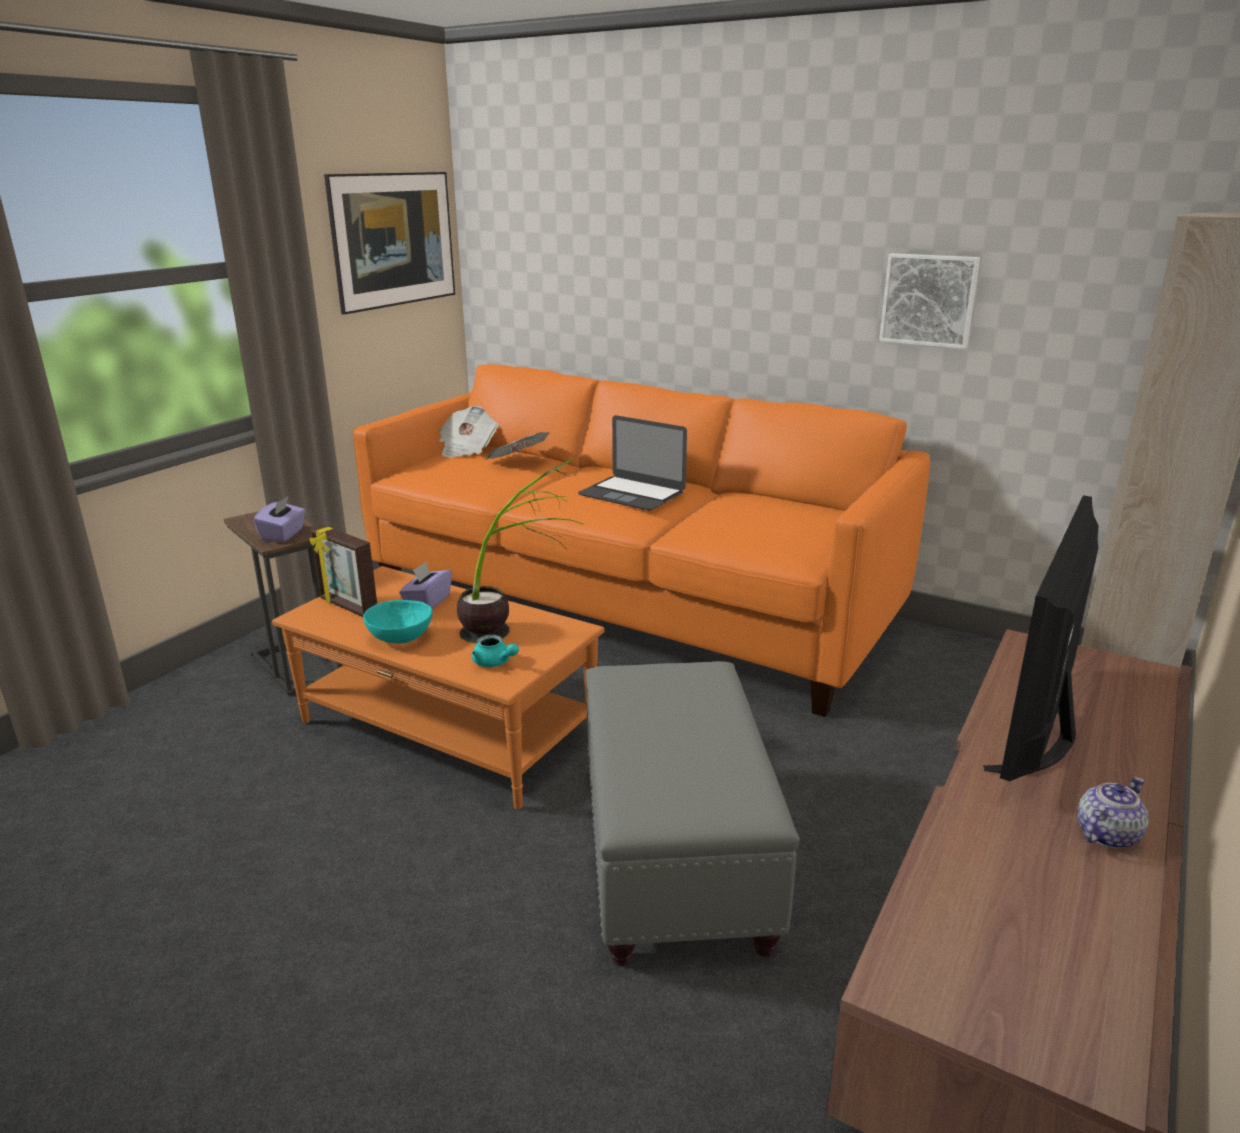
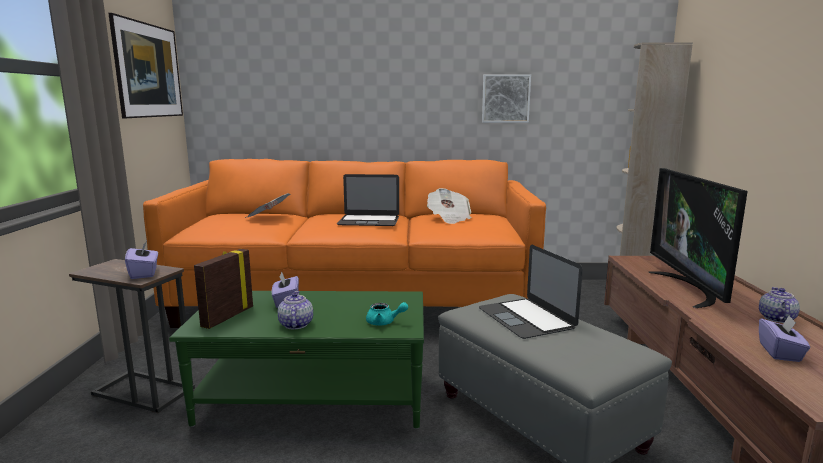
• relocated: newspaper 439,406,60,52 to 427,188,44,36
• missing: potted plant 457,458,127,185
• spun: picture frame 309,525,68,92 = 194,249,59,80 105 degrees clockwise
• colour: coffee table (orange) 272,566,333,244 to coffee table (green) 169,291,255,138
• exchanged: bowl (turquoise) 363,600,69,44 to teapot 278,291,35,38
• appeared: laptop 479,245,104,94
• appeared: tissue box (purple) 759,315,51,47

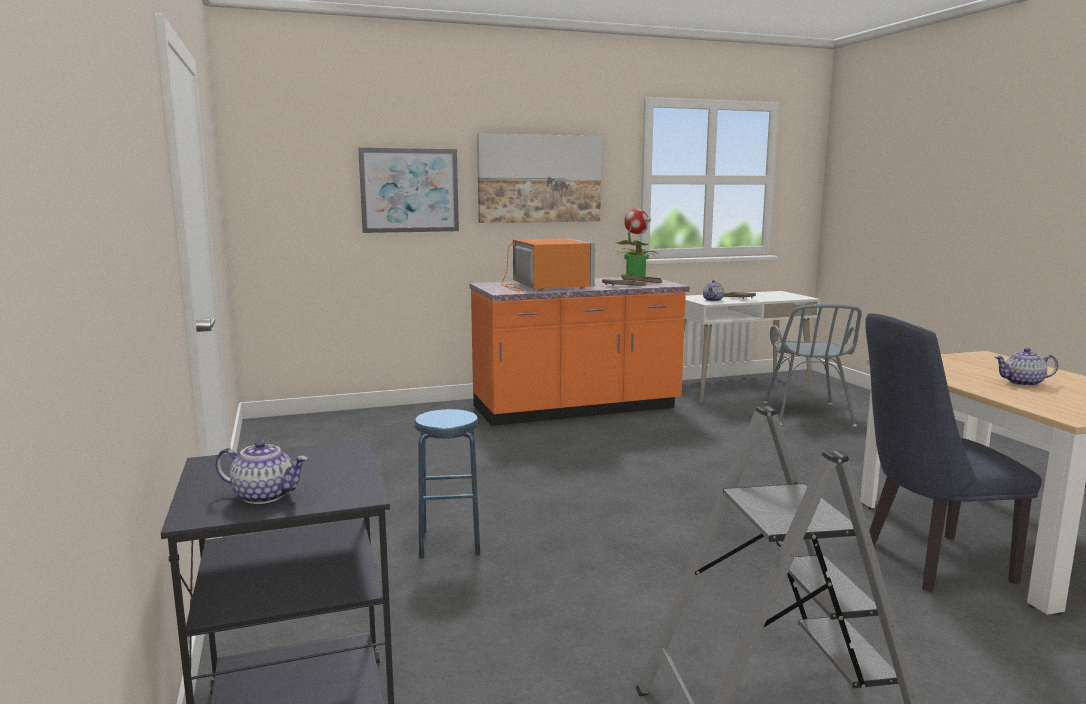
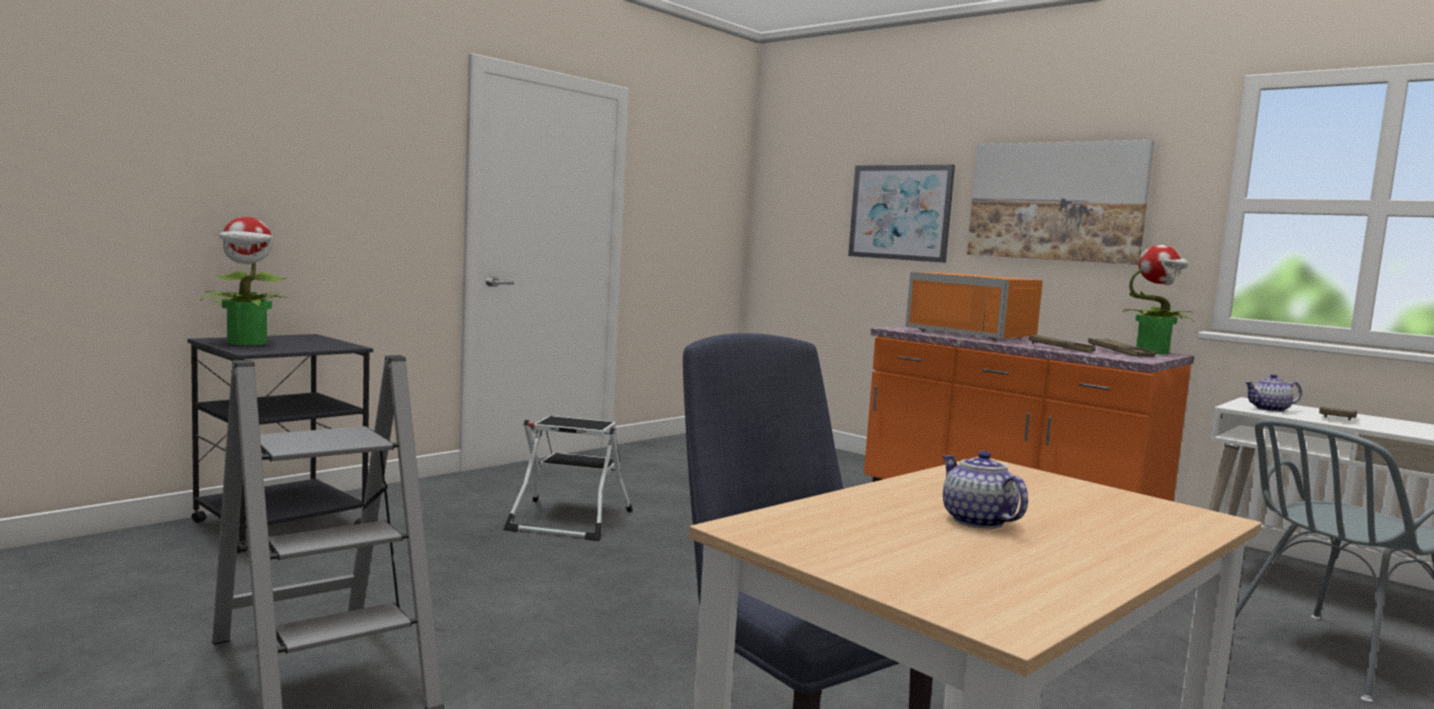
• spun: microwave (orange) 501,238,94,53 = 906,272,137,69 90 degrees clockwise
• exchanged: stool (blue) 415,409,65,150 to step ladder 503,416,130,125
• exchanged: teapot 215,440,93,64 to potted plant 200,217,88,128

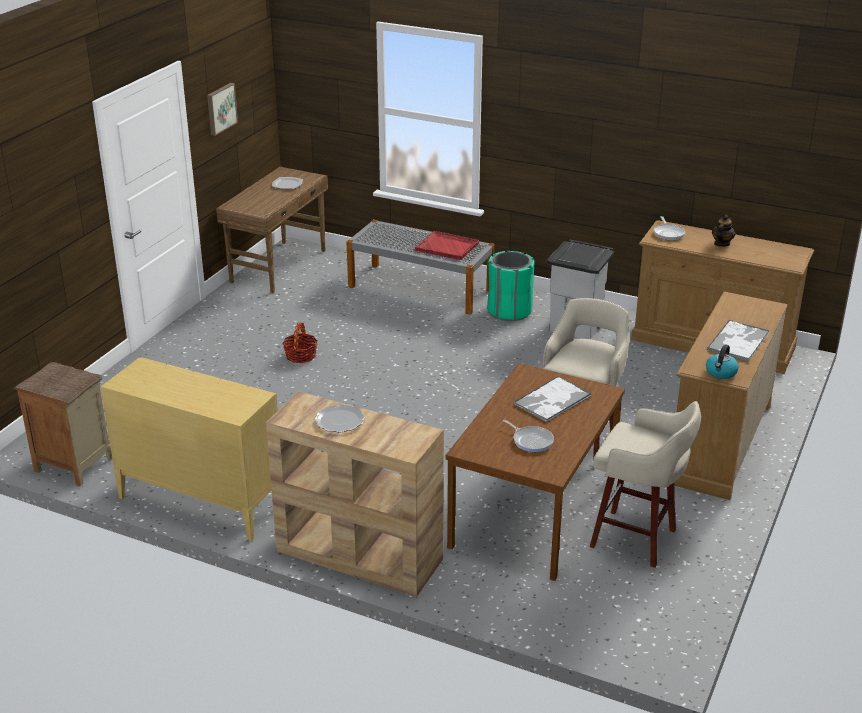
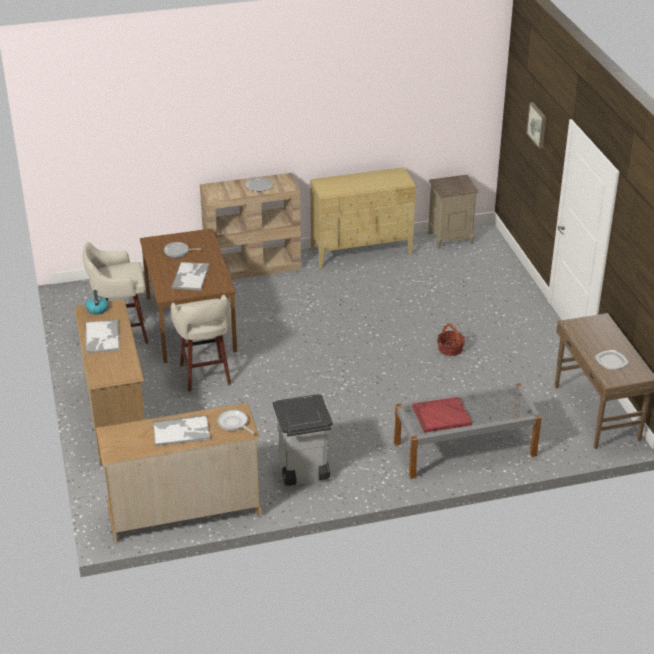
• relocated: picture 207,83,31,53 to 526,102,20,46
• exchanged: teapot 712,215,23,32 to tray 153,415,57,31
• missing: trash can (green) 487,251,48,70

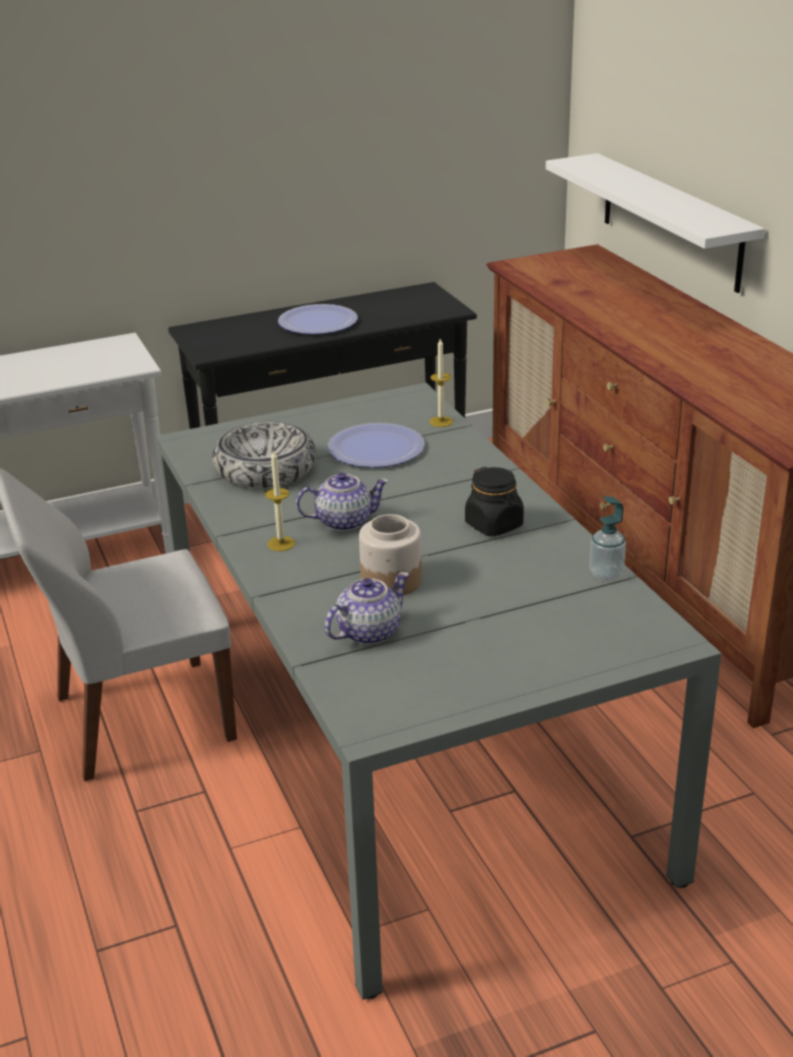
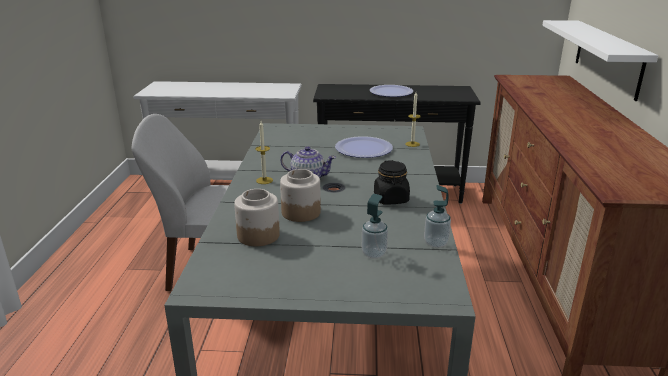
• missing: bowl 212,422,104,66
• exchanged: teapot 325,572,84,73 to jar 234,189,46,57
• appeared: soap dispenser 362,194,26,65

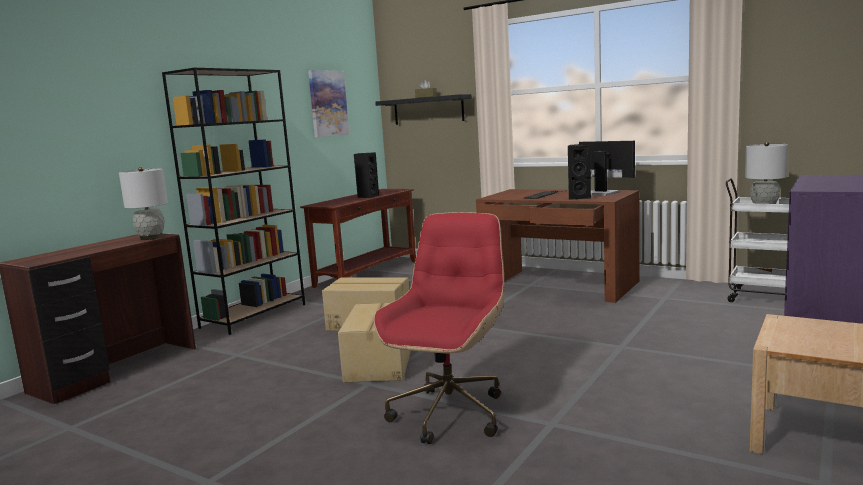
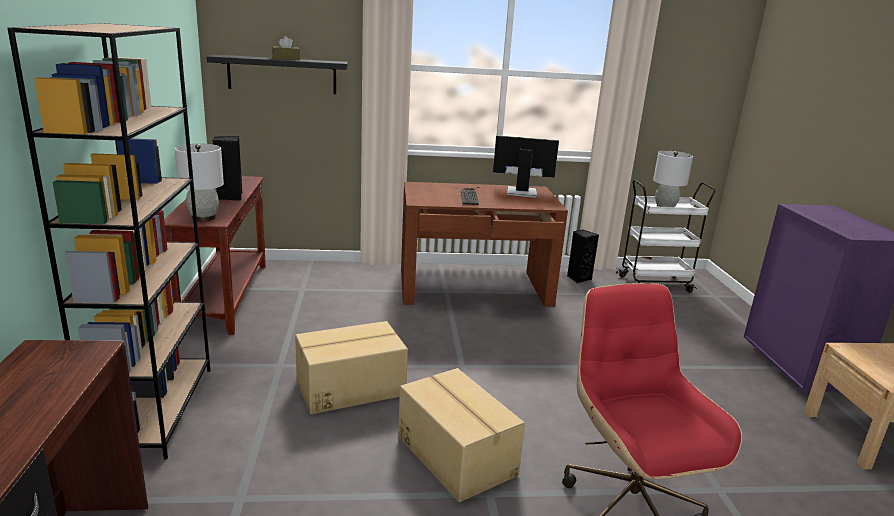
• missing: picture 308,70,41,67
• relocated: speaker (black) 568,144,23,56 to 567,230,32,53
• relocated: table lamp (white) 119,167,49,73 to 174,144,50,77

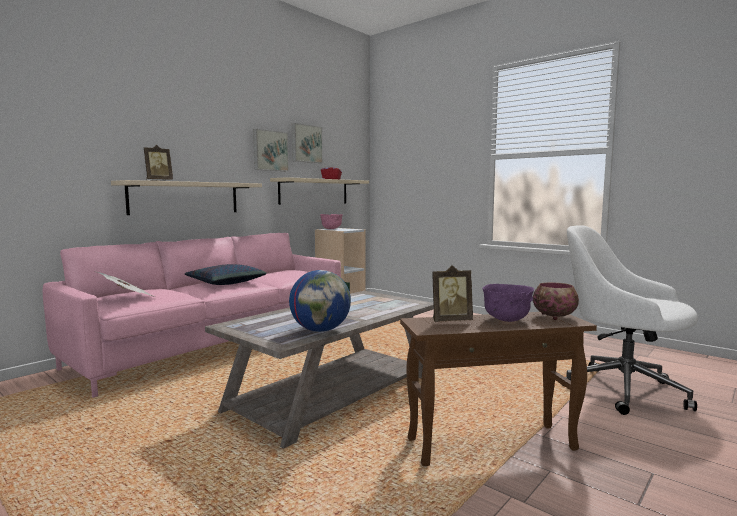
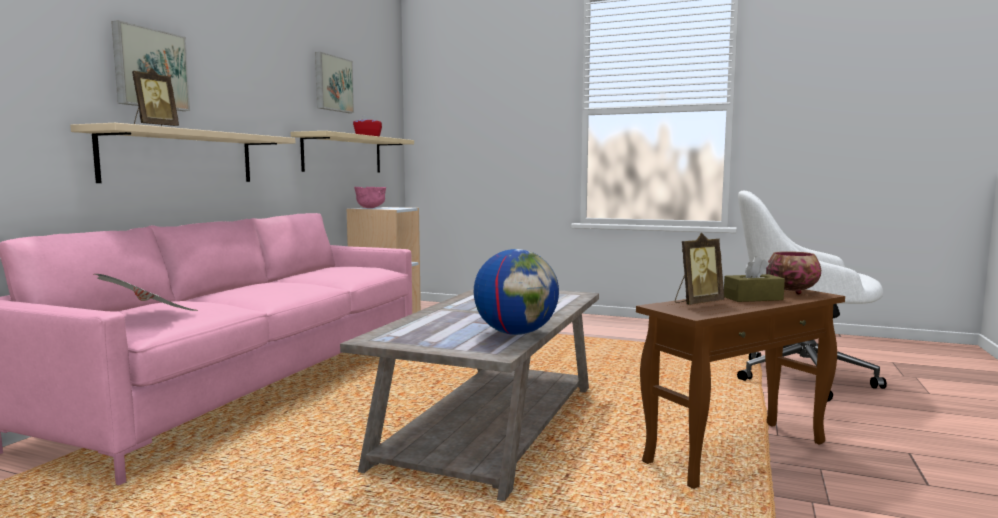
• relocated: picture 253,129,36,42 to 111,20,79,91
• missing: pillow (blue) 184,264,82,21
• exchanged: bowl (purple) 482,284,52,38 to tissue box (brown) 724,256,61,46

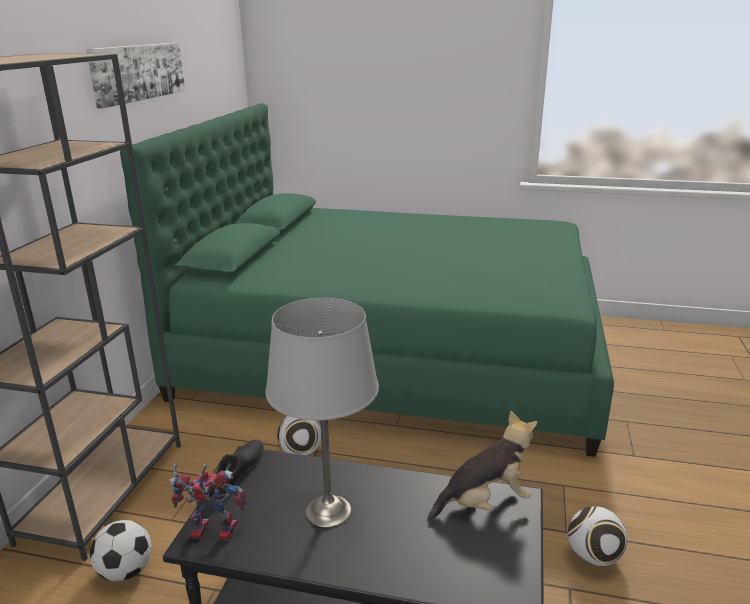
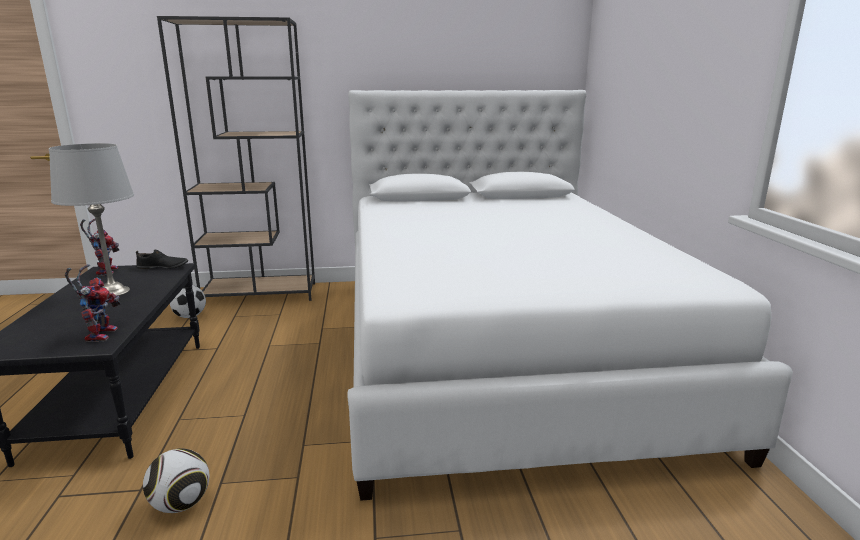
• missing: picture 86,42,99,66
• colour: bed (green) 120,103,494,354 to bed (white) 347,90,446,411
• exchanged: plush toy 427,410,111,112 to toy robot 65,264,56,78
• missing: football 277,416,44,40

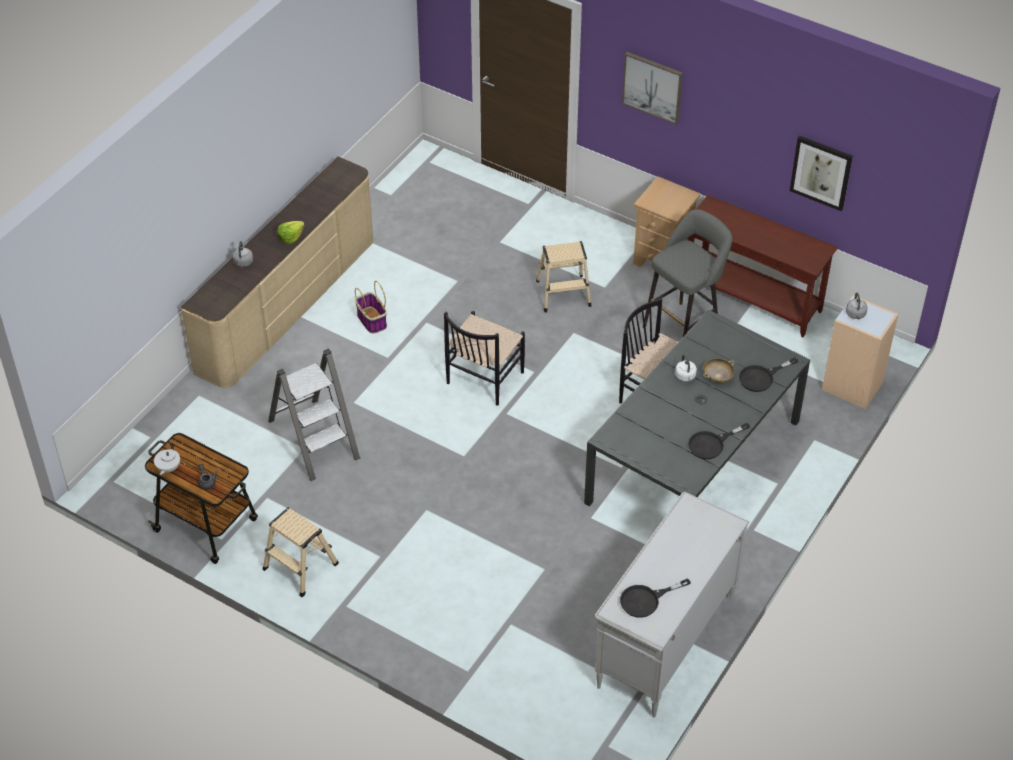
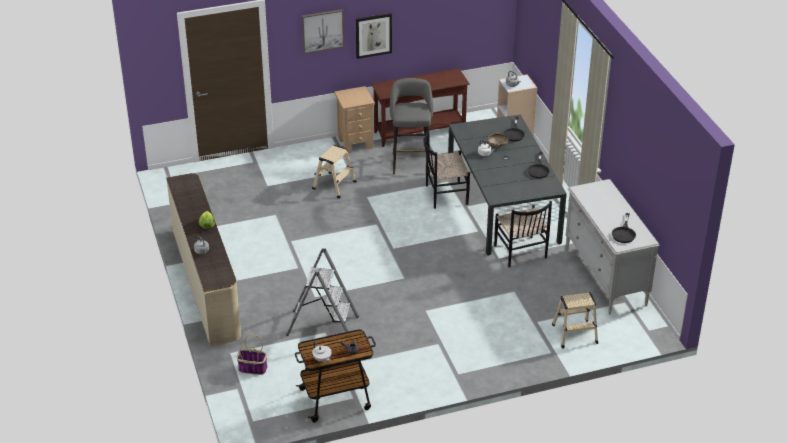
• relocated: picture 790,136,63,75 to 356,13,36,46
• relocated: basket 355,281,32,53 to 237,335,30,40
• relocated: chair (black) 444,311,81,95 to 494,201,58,66
• relocated: step ladder (beige) 262,507,77,90 to 552,292,46,57

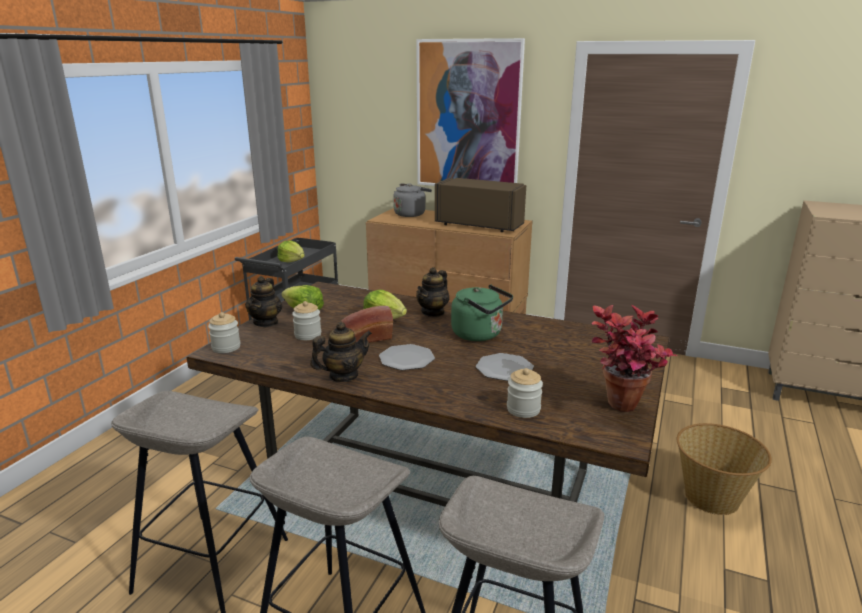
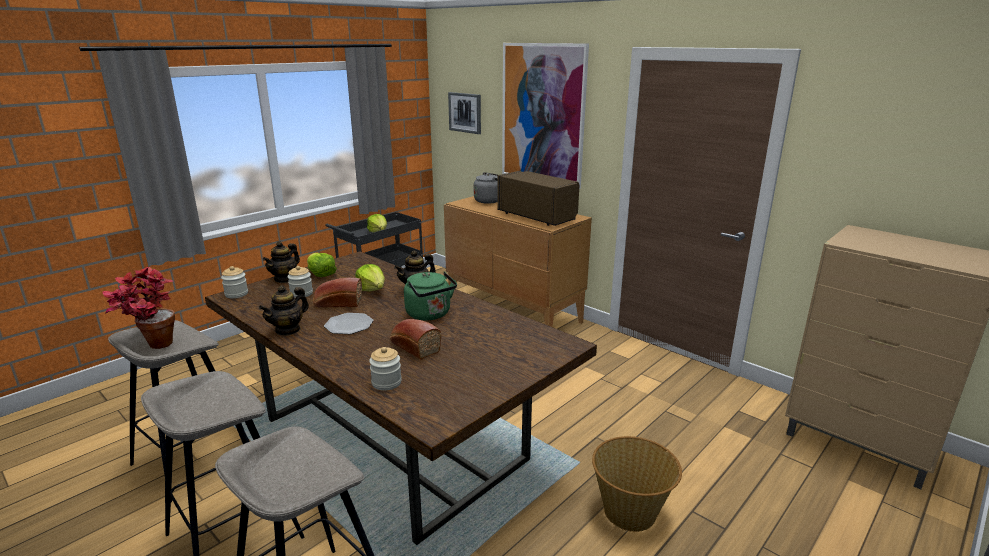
• relocated: potted plant 591,305,87,107 to 102,267,73,82
• spun: teapot 310,322,62,60 = 259,285,50,51 135 degrees clockwise
• exchanged: plate 476,353,58,28 to bread 390,319,51,41
• appeared: picture 448,92,33,42

